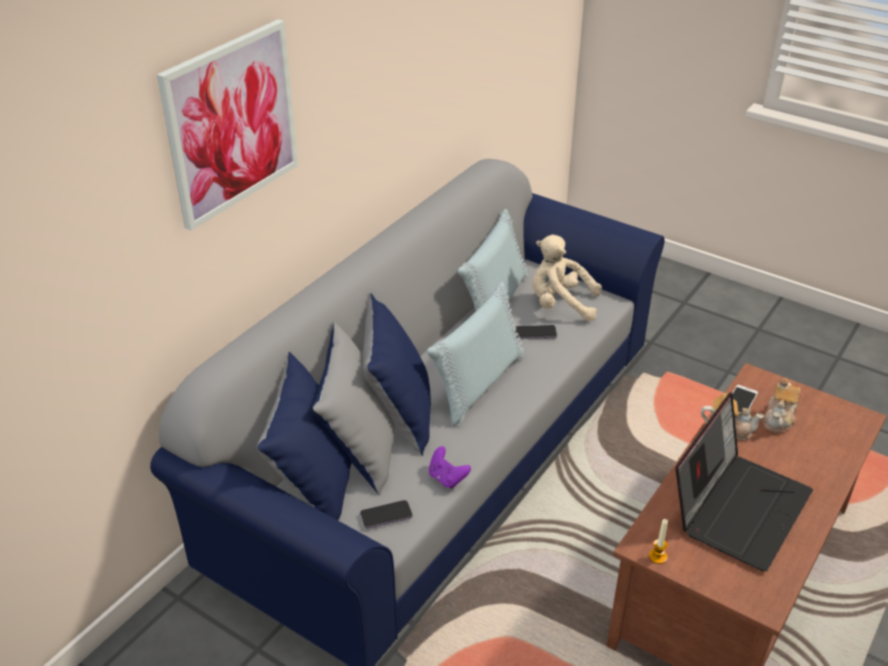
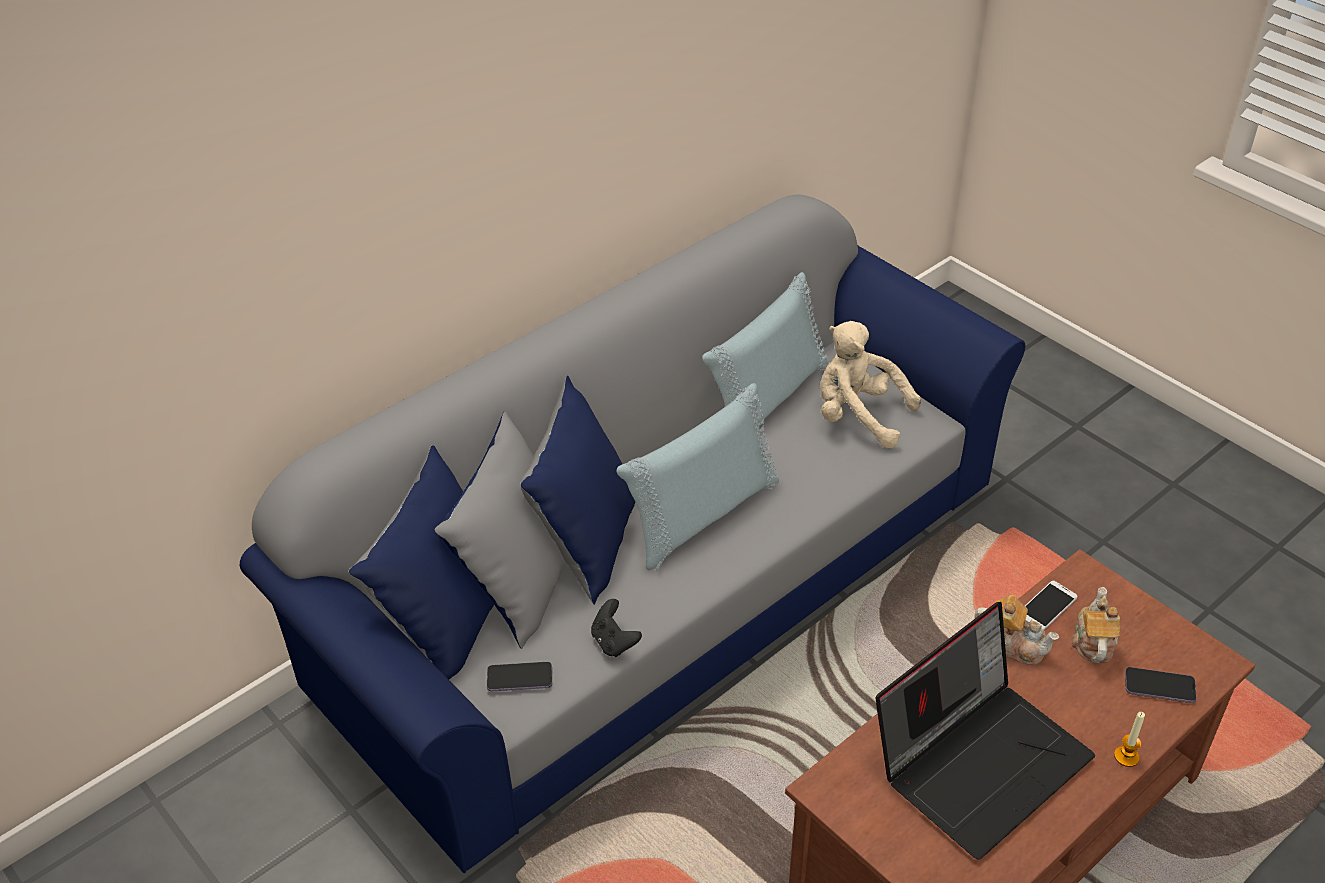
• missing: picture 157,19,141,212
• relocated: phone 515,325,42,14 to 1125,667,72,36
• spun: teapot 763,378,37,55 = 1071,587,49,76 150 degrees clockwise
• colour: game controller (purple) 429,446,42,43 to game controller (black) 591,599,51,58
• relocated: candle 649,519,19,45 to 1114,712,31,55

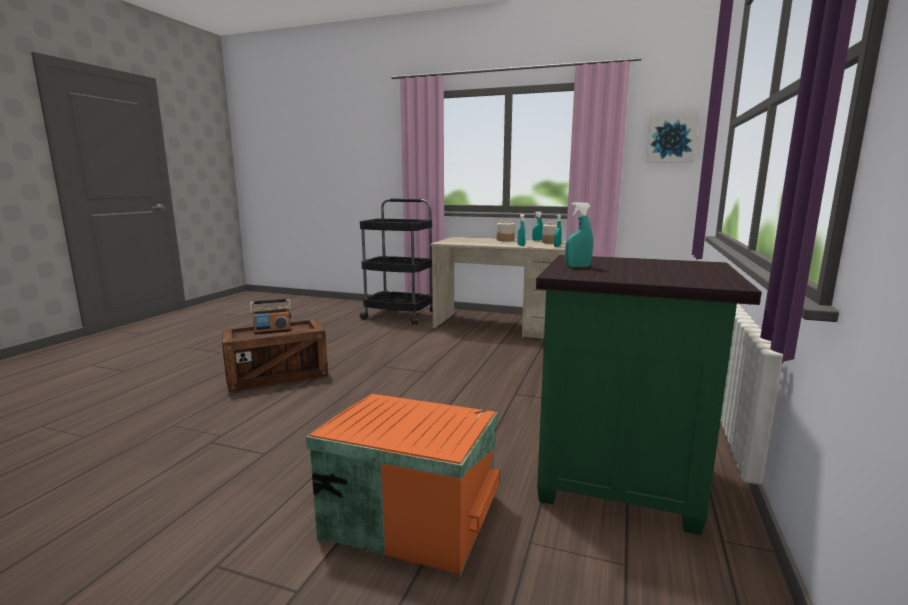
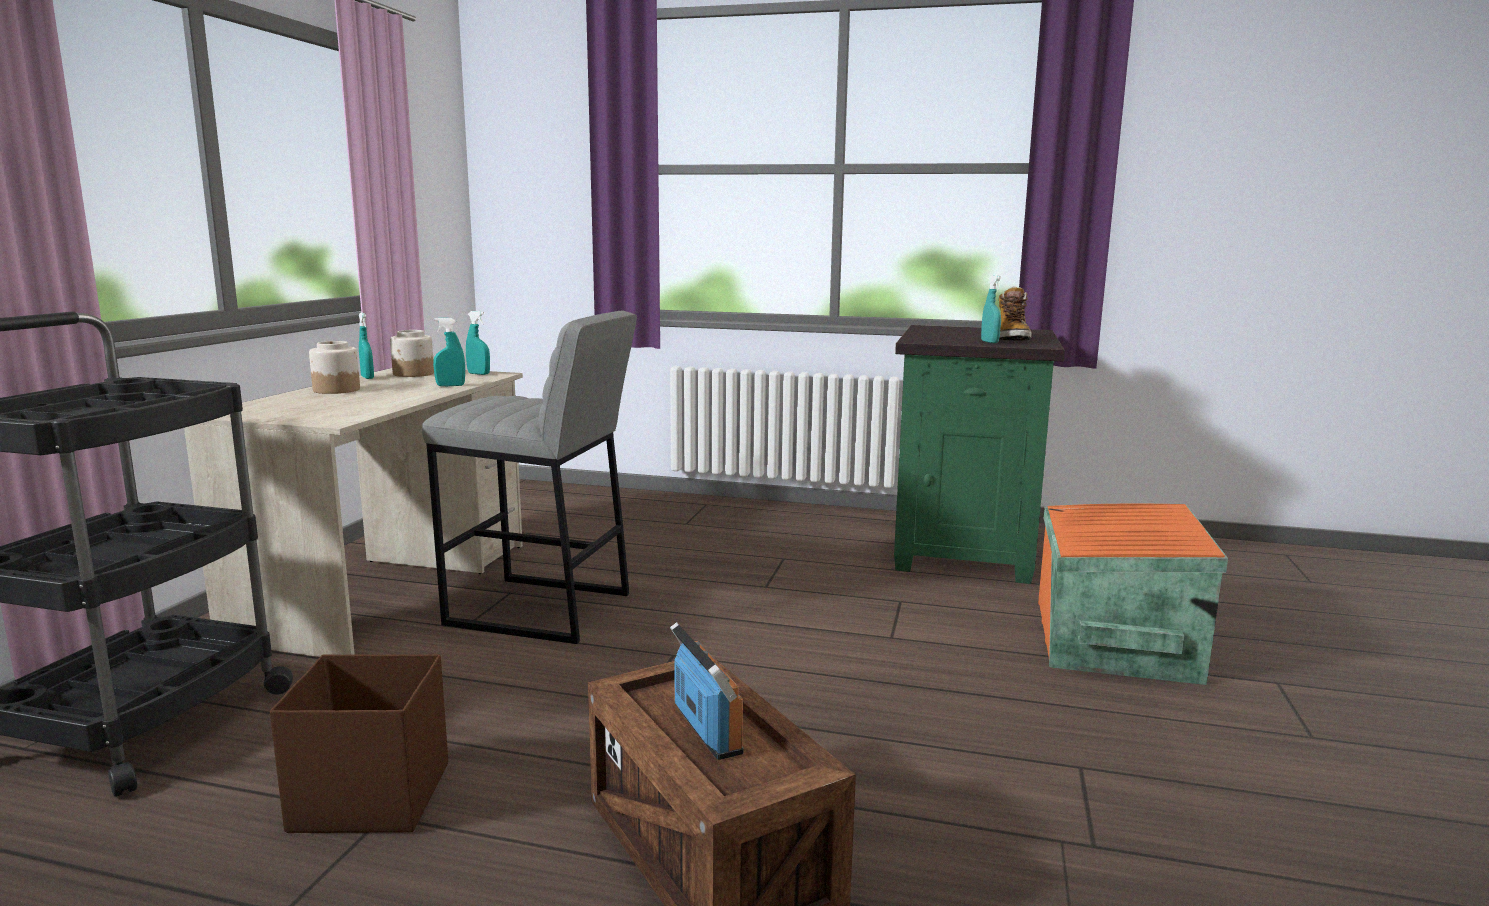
• missing: picture 646,115,53,48
• appeared: boot 999,286,33,55
• appeared: stool (grey) 422,311,215,333
• appeared: storage box (brown) 270,654,178,179

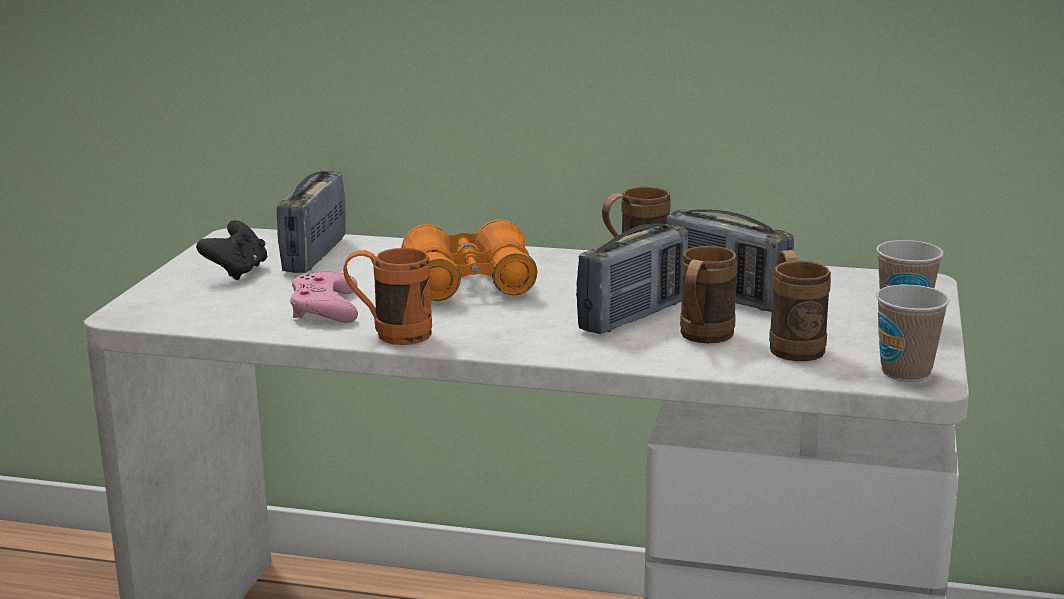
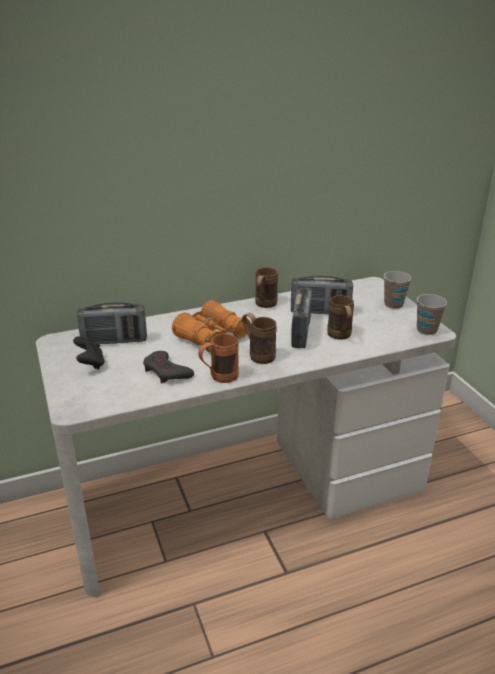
• spun: radio 277,171,69,102 = 77,302,70,42 75 degrees counterclockwise
• relocated: mug (brown) 769,250,62,111 to 242,313,35,51
• colour: game controller (pink) 290,271,68,52 to game controller (grey) 143,351,51,33

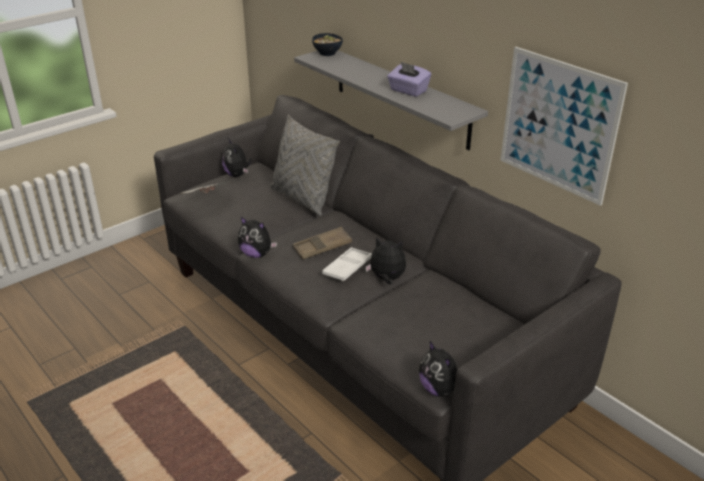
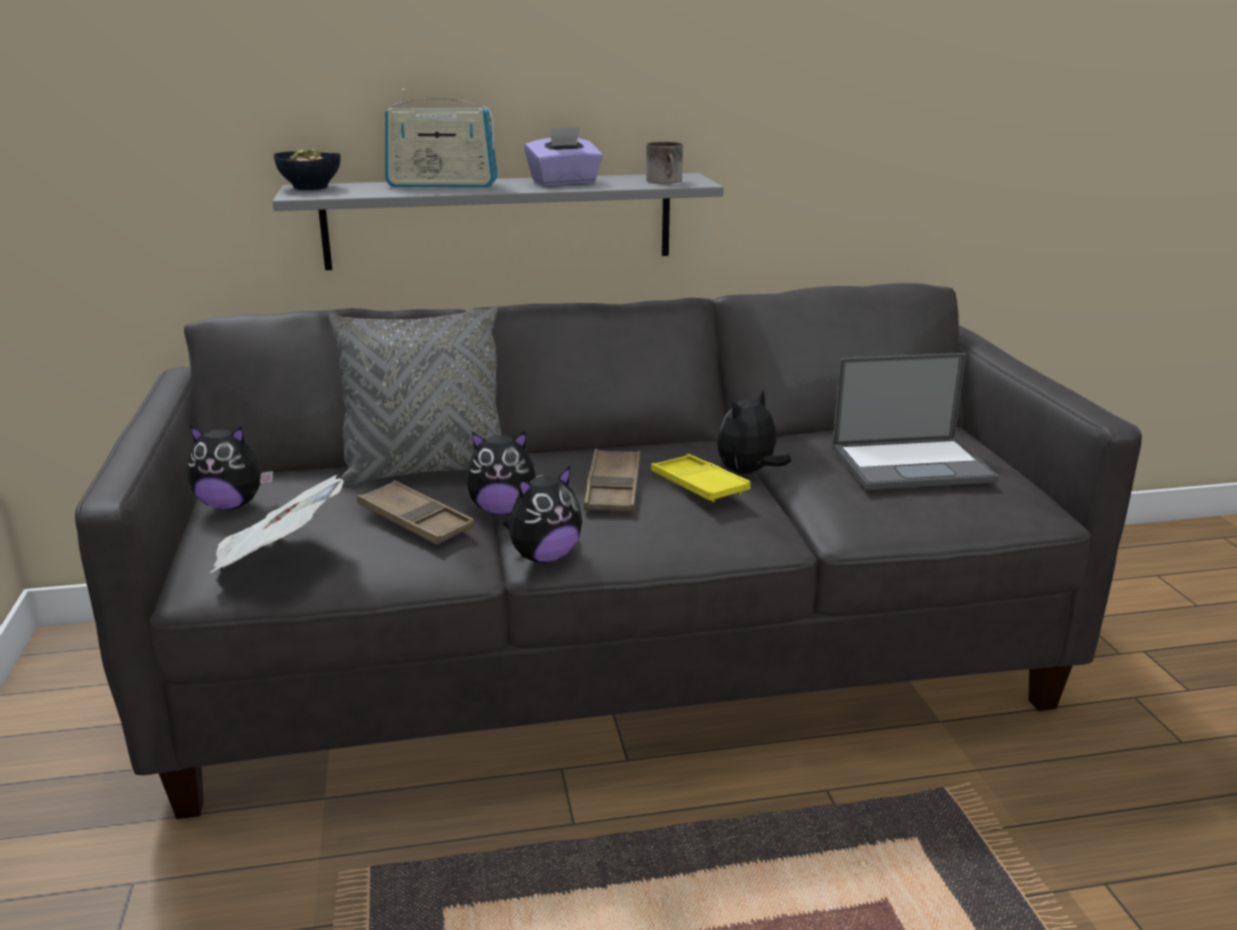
• missing: picture 501,47,127,159
• colour: tray (white) 322,247,50,34 to tray (yellow) 651,454,100,48
• relocated: plush toy 419,341,38,56 to 466,432,78,83
• appeared: radio 385,89,113,98
• appeared: mug 646,142,37,42
• appeared: laptop 832,353,167,137
• appeared: tray (brown) 357,480,117,65

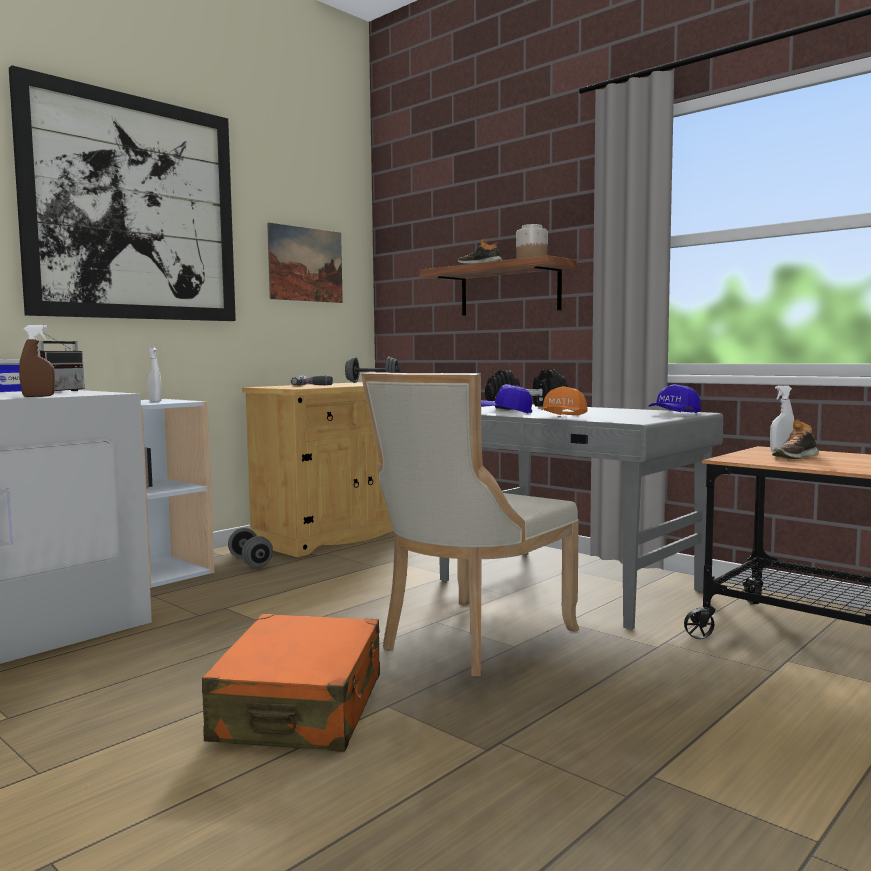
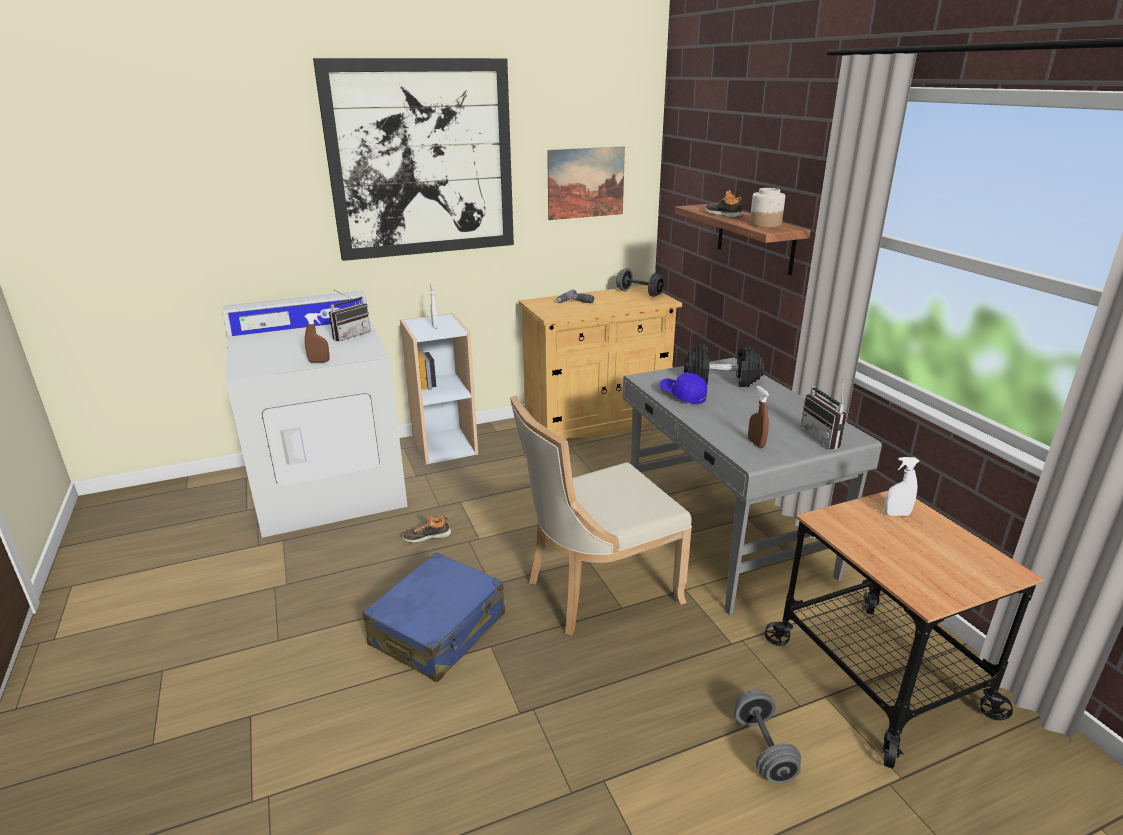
• exchanged: cap (blue) 648,384,53,29 to radio 801,379,46,70
• missing: cap (orange) 541,386,47,29
• relocated: shoe 772,419,47,40 to 402,514,49,29
• relocated: dumbbell (grey) 228,528,45,40 to 734,689,67,95
• colour: suitcase (orange) 202,614,178,138 to suitcase (blue) 362,552,143,130
• appeared: spray bottle (brown) 748,386,21,62

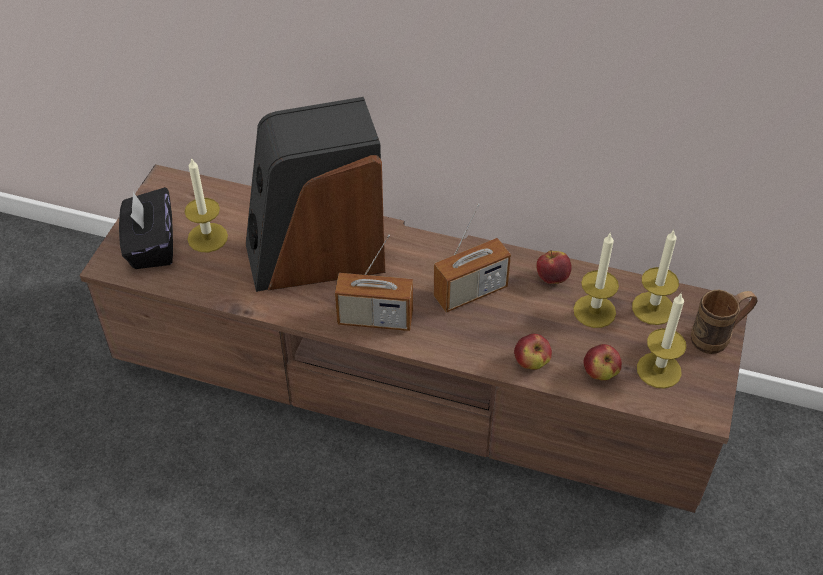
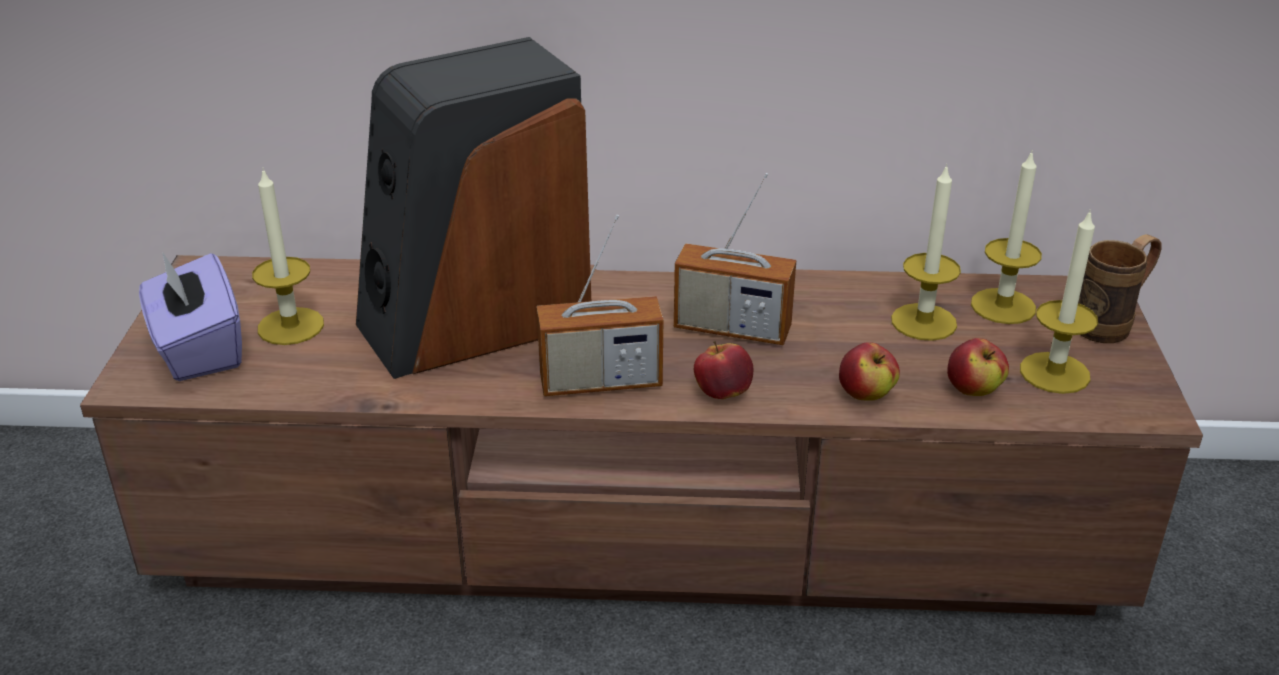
• colour: tissue box (black) 119,187,54,82 to tissue box (purple) 139,253,103,128
• spun: radio 433,204,78,109 = 674,173,122,172 60 degrees clockwise
• relocated: apple 536,250,36,34 to 694,341,59,58

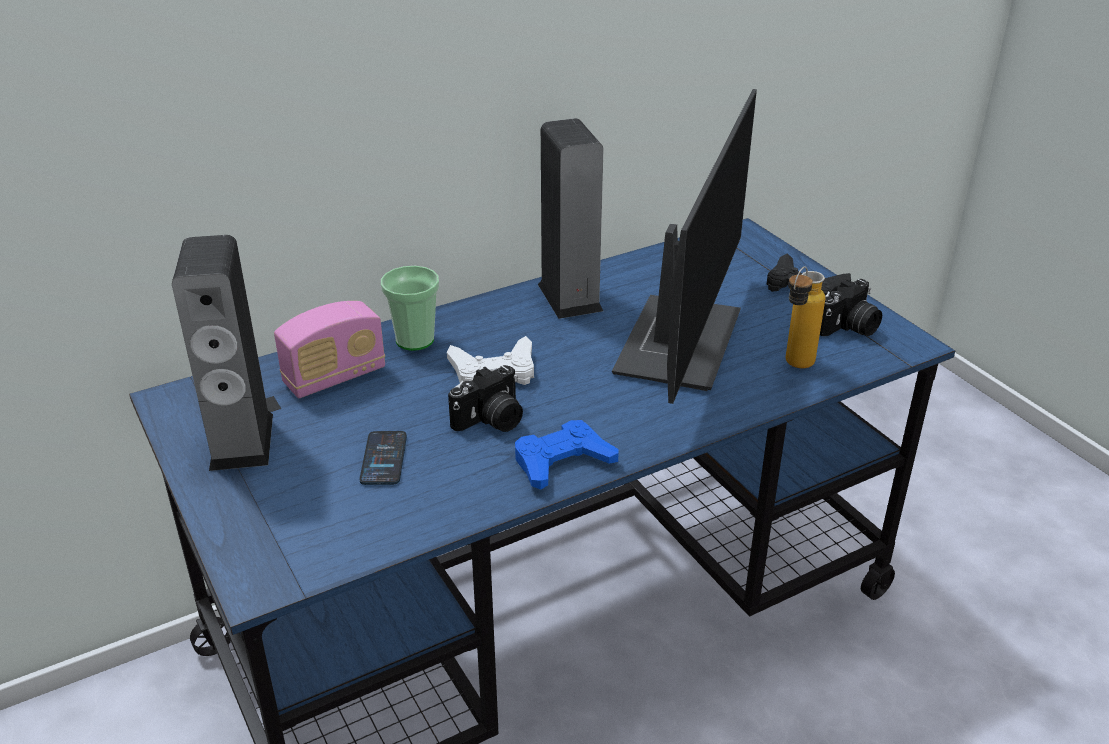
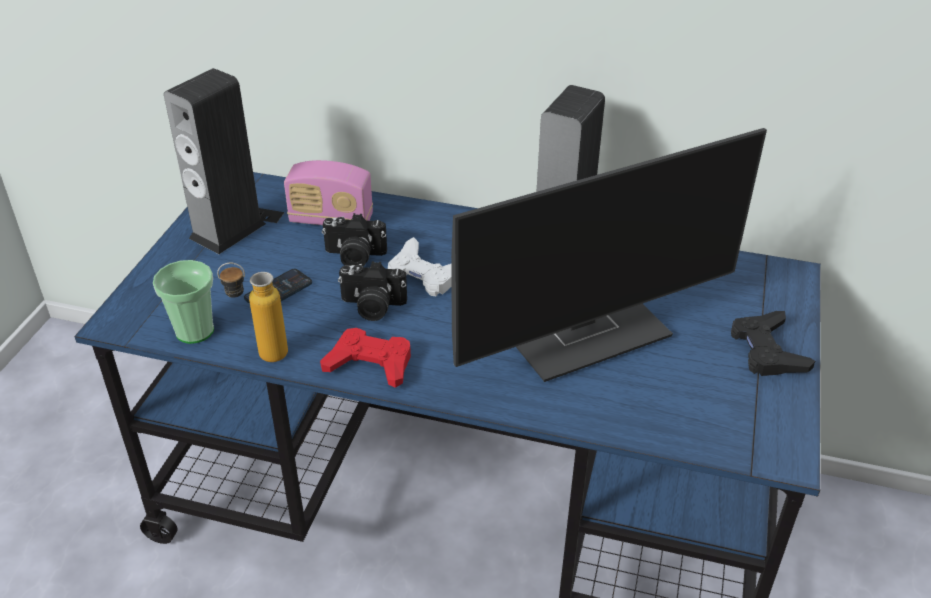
• relocated: cup 381,266,58,85 to 153,260,61,84
• relocated: bottle 786,267,39,102 to 217,262,71,100
• relocated: photo camera 820,279,62,57 to 322,213,65,53
• colour: game controller (blue) 515,420,104,70 to game controller (red) 320,328,91,60

